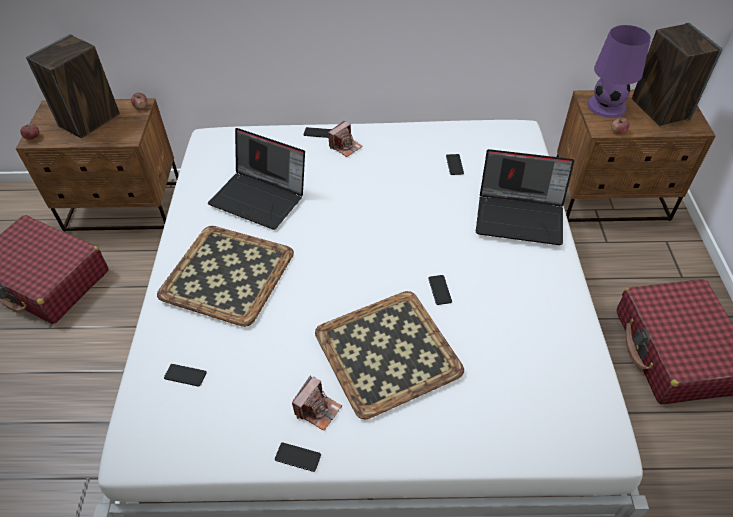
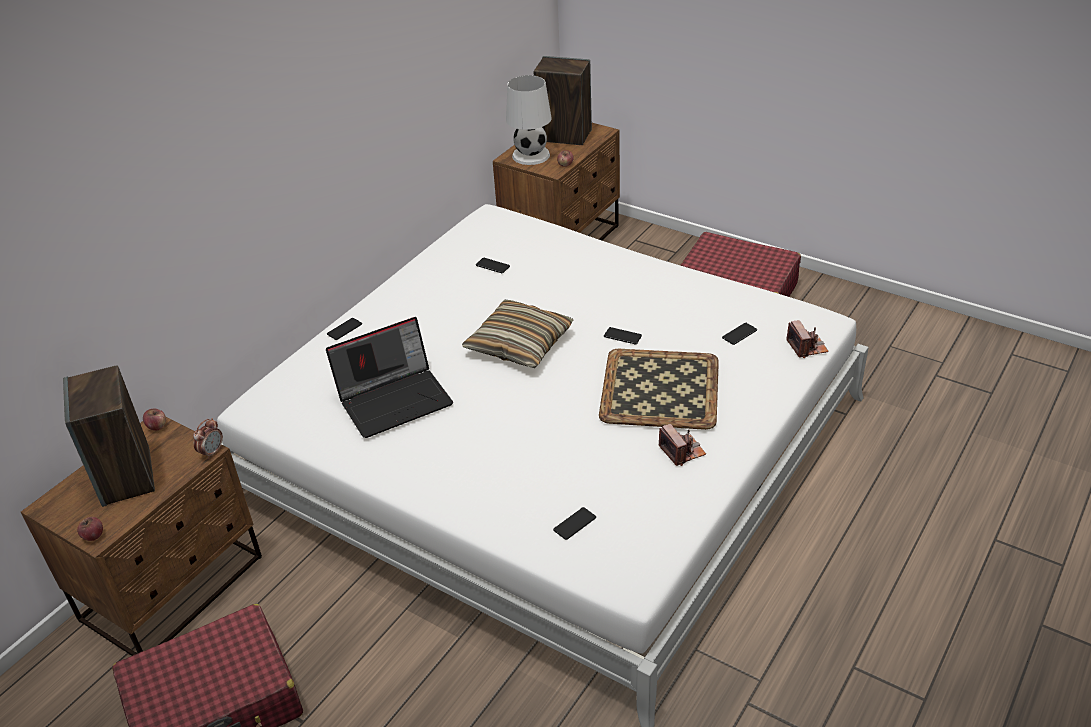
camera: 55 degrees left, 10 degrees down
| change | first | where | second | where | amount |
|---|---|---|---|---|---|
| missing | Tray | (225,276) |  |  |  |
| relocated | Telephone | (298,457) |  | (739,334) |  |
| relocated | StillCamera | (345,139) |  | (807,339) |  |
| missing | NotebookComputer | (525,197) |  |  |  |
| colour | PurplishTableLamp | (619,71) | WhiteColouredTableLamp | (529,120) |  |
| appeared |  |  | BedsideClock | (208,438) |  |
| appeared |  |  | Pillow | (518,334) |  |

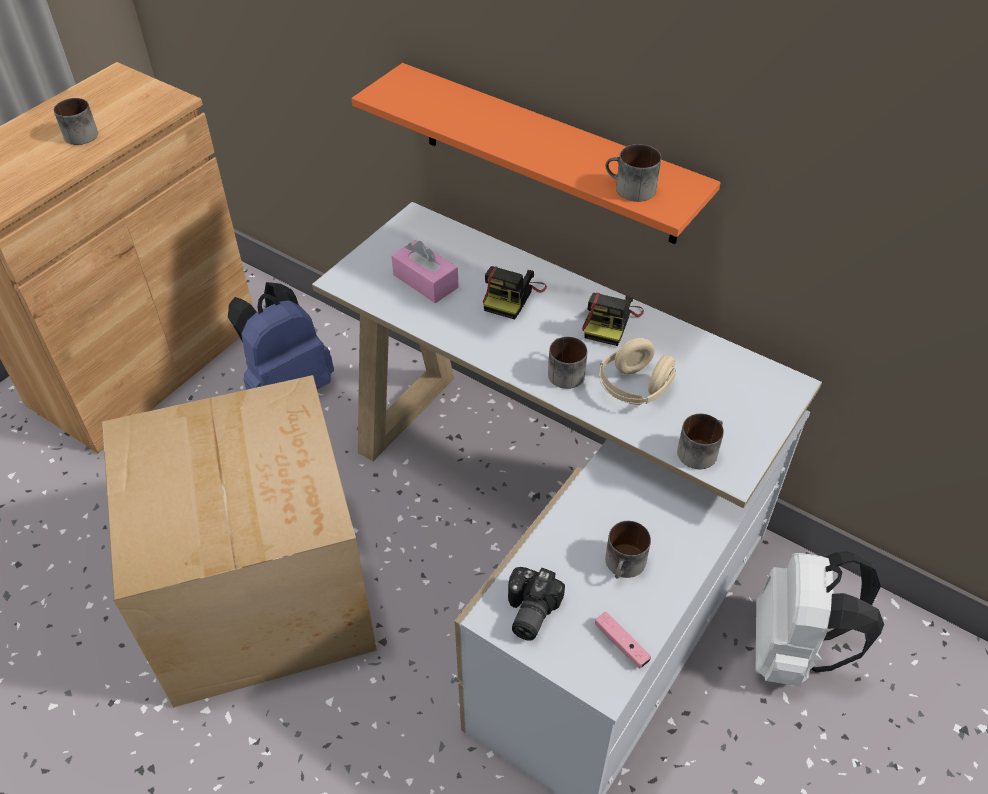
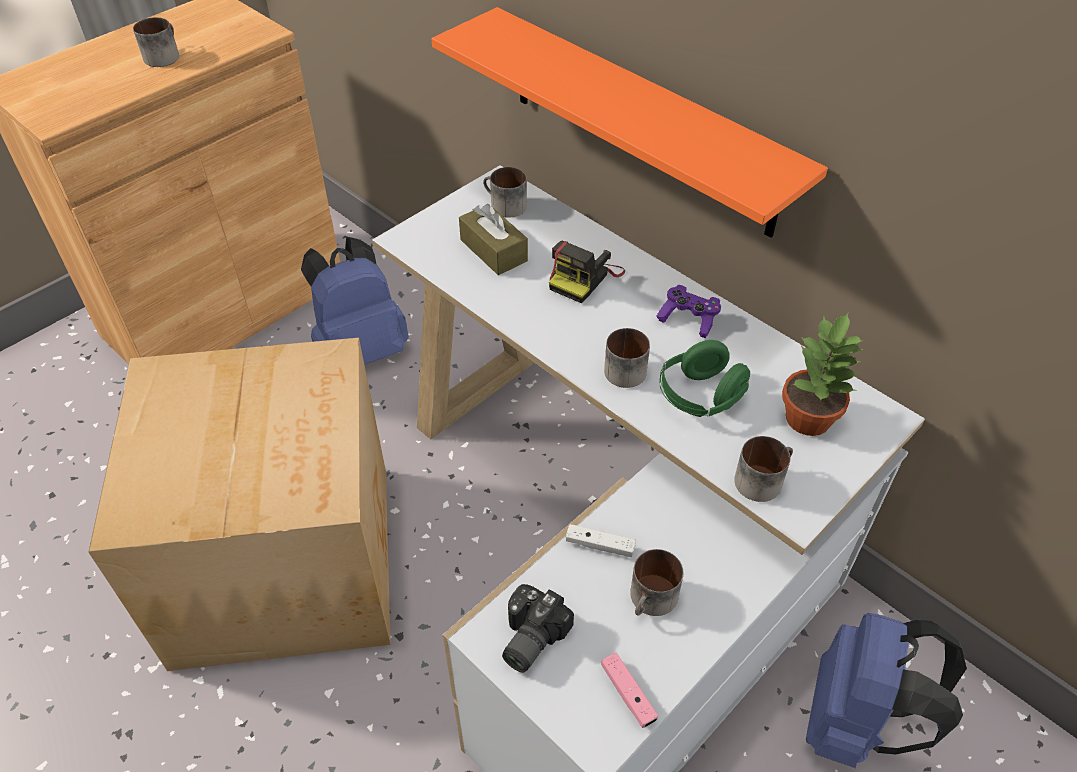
camera: 10 degrees right, 0 degrees up
| change | first | where | second | where | amount |
|---|---|---|---|---|---|
| colour | PinkColouredTissueHolder | (425,271) | BrownishTissueHolder | (493,239) |  |
| exchanged | StillCamera | (613,319) | PurplishGameController | (688,311) |  |
| colour | BeigeColouredHeadset | (637,371) | GreenColouredHeadset | (704,378) |  |
| relocated | CoffeeMug | (633,173) |  | (505,192) |  |
| colour | WhiteColouredKnapsack | (820,619) | BluishKnapsack | (886,690) |  |
| appeared |  |  | WhiteColouredGameController | (601,540) |  |
| appeared |  |  | Houseplant | (823,374) |  |

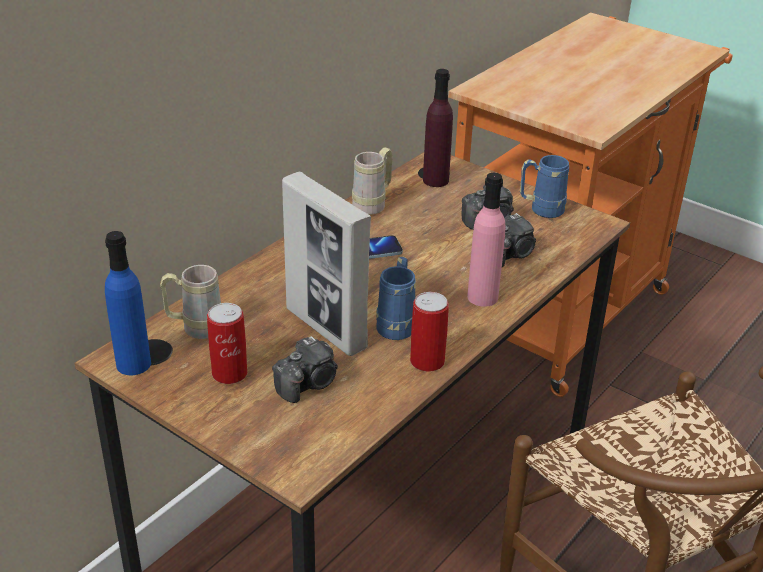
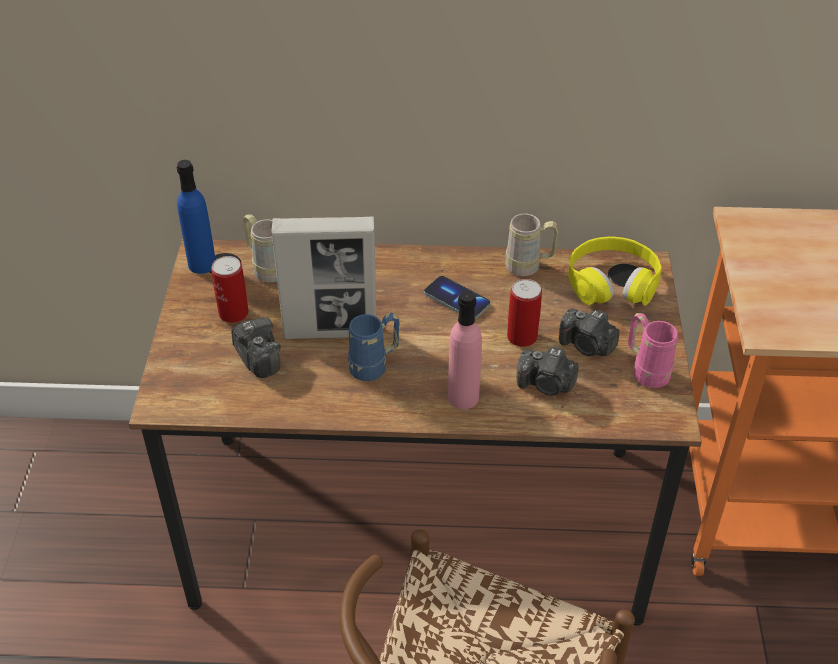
camera: 55 degrees right, 10 degrees up
| change | first | where | second | where | amount |
|---|---|---|---|---|---|
| spun | StillCamera | (305,369) |  | (256,347) | 135 degrees counterclockwise |
| spun | PictureFrame | (326,264) |  | (323,277) | 105 degrees counterclockwise |
| relocated | MetalCan | (429,332) |  | (524,313) |  |
| exchanged | PurplishBeverageBottle | (438,128) | YellowColouredHeadset | (615,271) |  |
| colour | BluishCoffeeMug | (544,186) | PinkColouredCoffeeMug | (653,350) |  |

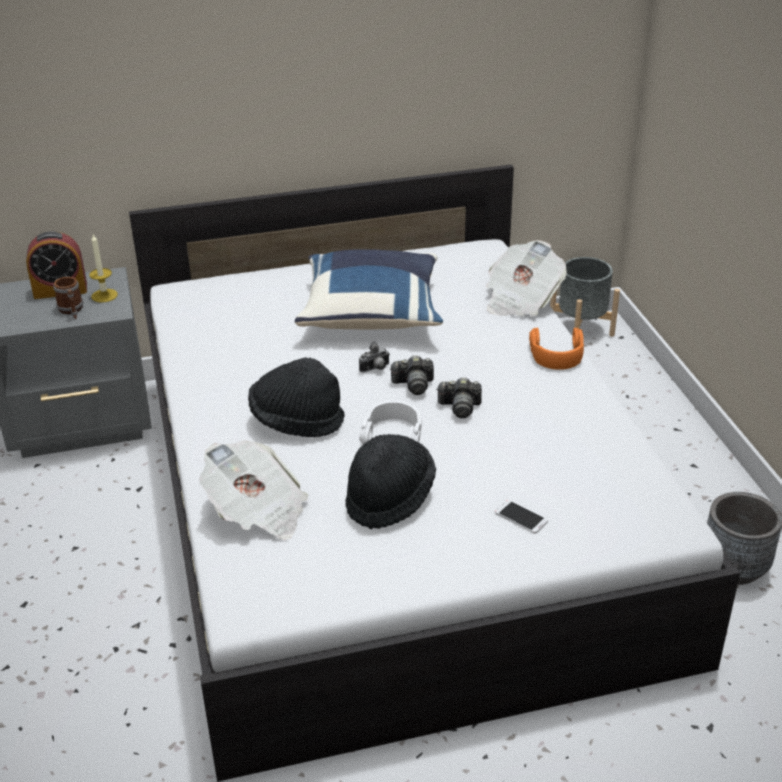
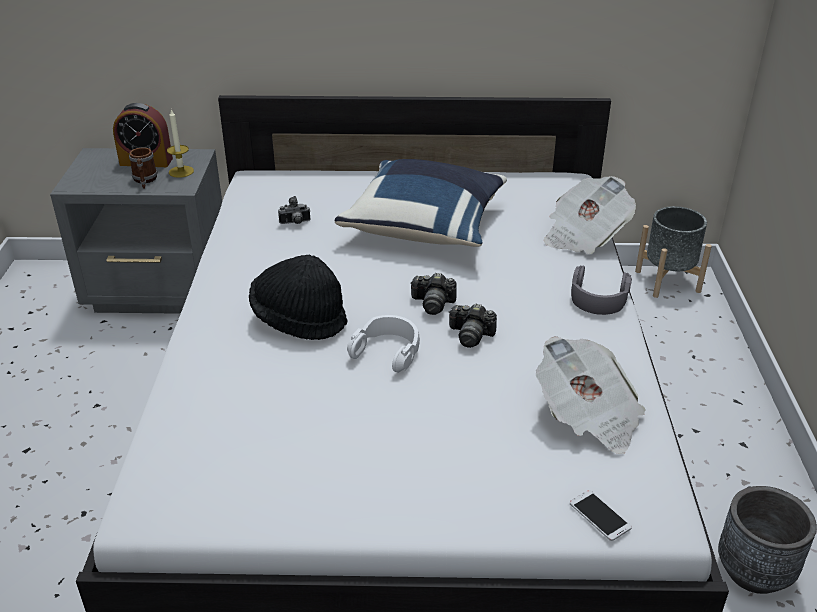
camera: 15 degrees right, 0 degrees up
| change | first | where | second | where | amount |
|---|---|---|---|---|---|
| relocated | PrintedPaper | (253,490) |  | (591,395) |  |
| missing | BlackHat | (390,481) |  |  |  |
| relocated | StillCamera | (374,356) |  | (294,210) |  |
| relocated | Telephone | (521,516) |  | (601,515) |  |
| colour | OrangeyHeadset | (556,349) | GreyHeadset | (601,290) |  |

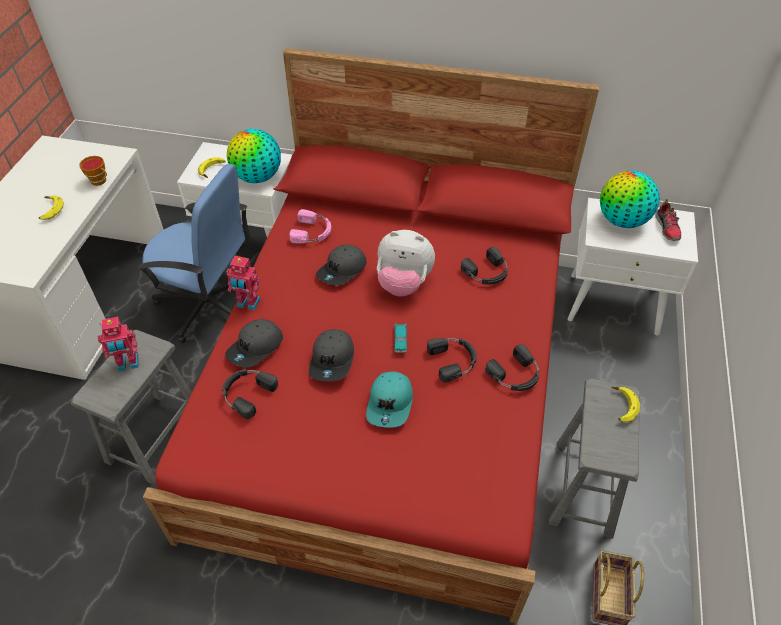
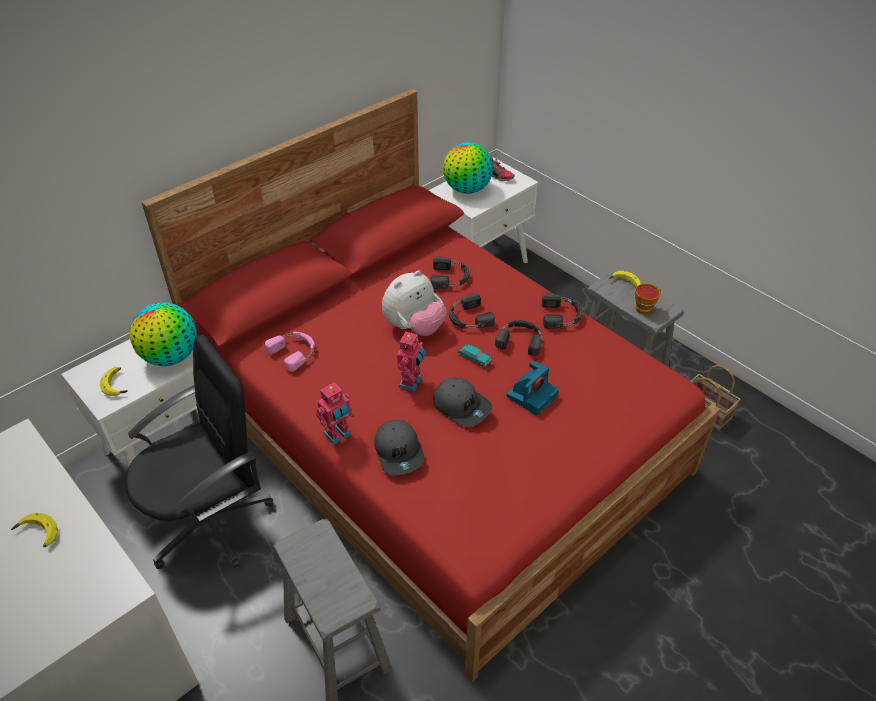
camera: 55 degrees left, 5 degrees down
| change | first | where | second | where | amount |
|---|---|---|---|---|---|
| relocated | Cup | (93,171) |  | (648,298) |  |
| relocated | ModelRobot | (118,344) |  | (411,361) |  |
| colour | BluishComputerChair | (194,253) | BlackComputerChair | (199,452) |  |
| relocated | BlackHeadset | (250,394) |  | (472,311) |  |
| missing | GreyCap | (341,265) |  |  |  |
| exchanged | BlueGreenCap | (389,399) | StillCamera | (533,388) |  |

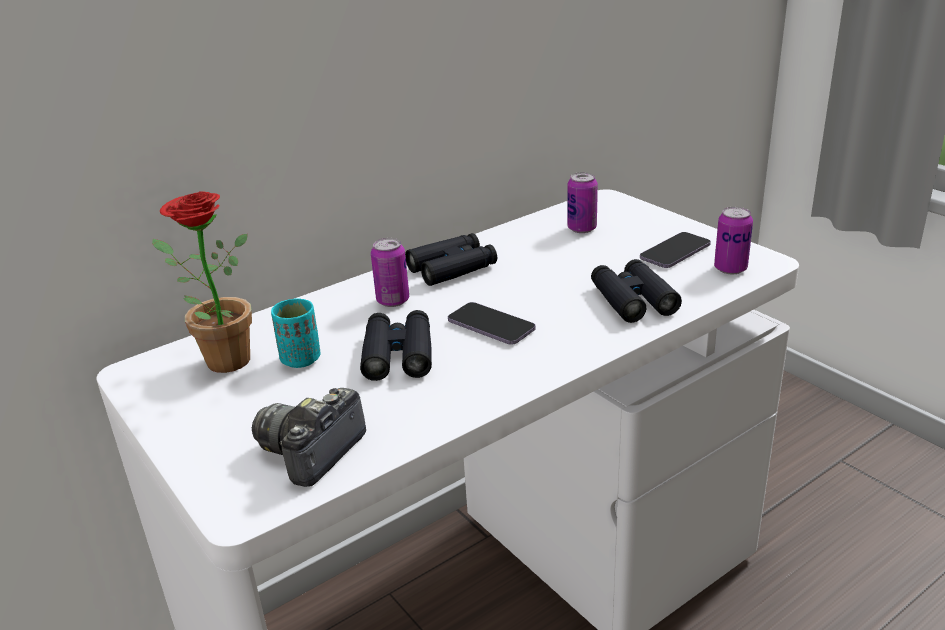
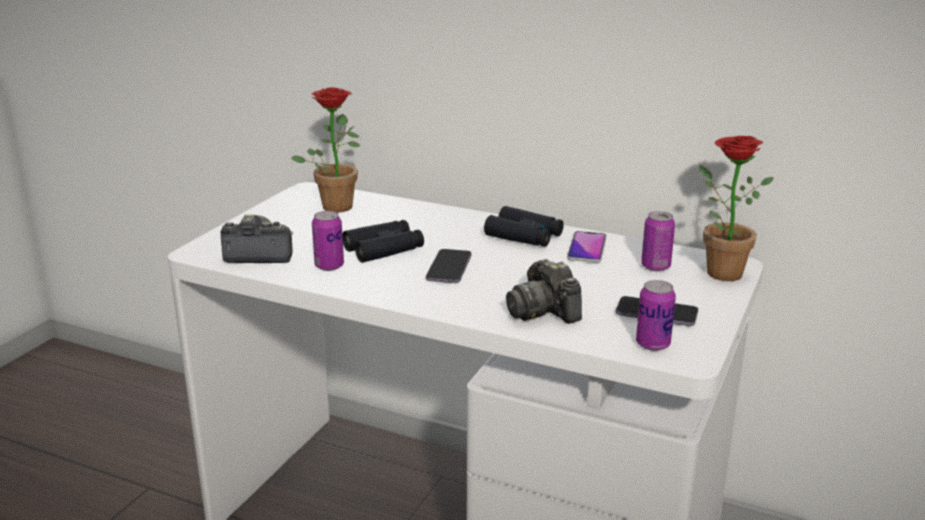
camera: 60 degrees right, 5 degrees down
| change | first | where | second | where | amount |
|---|---|---|---|---|---|
| missing | BlueGreenCup | (296,333) |  |  |  |
| relocated | MetalCan | (390,272) |  | (328,241) |  |
| exchanged | BlackPairOfBinoculars | (636,291) | StillCamera | (544,291) |  |
| appeared |  |  | Telephone | (586,247) |  |
| appeared |  |  | Houseplant | (736,208) |  |

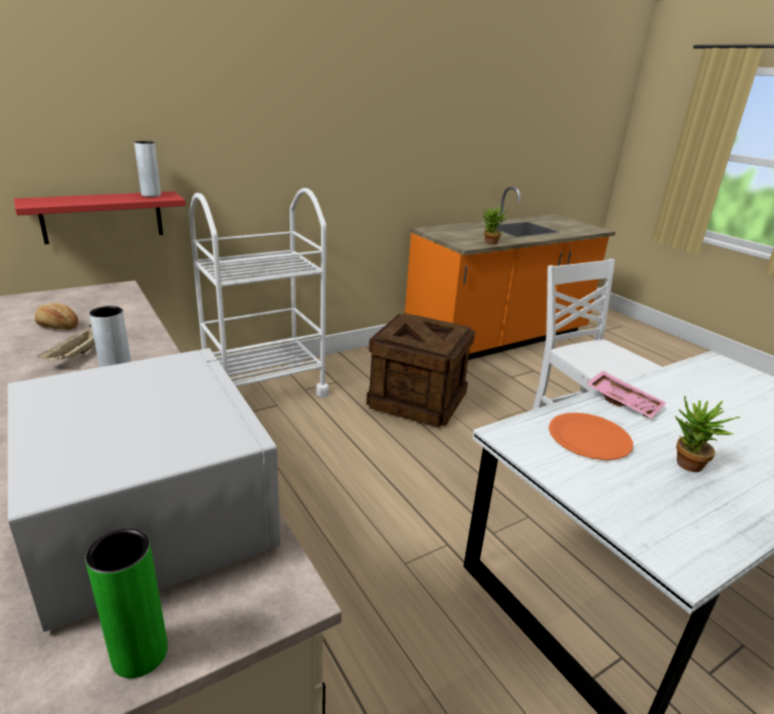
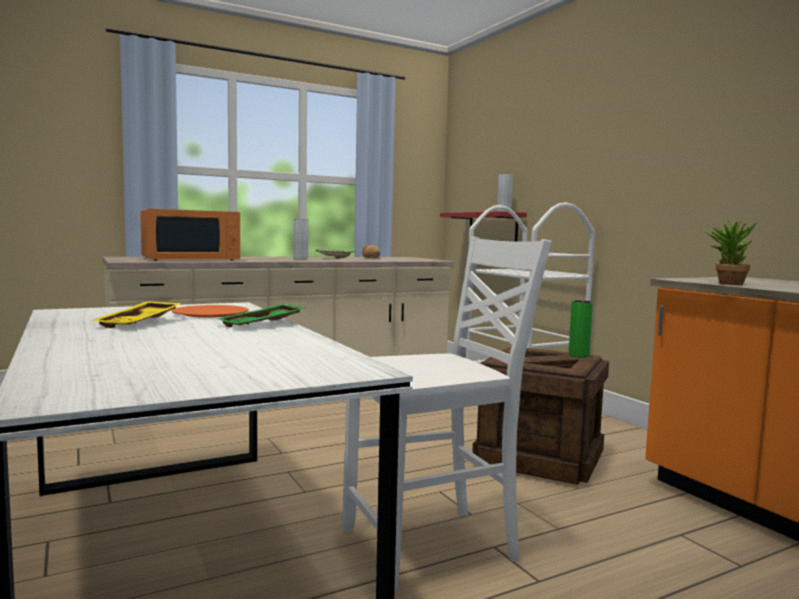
camera: 95 degrees right, 20 degrees down
| change | first | where | second | where | amount |
|---|---|---|---|---|---|
| colour | WhiteColouredKitchenMicrowave | (144,490) | OrangeyKitchenMicrowave | (190,235) |  |
| relocated | GreenColouredVase | (126,603) |  | (581,329) |  |
| colour | PinkColouredTray | (626,394) | GreenColouredTray | (262,315) |  |
| exchanged | Houseplant | (707,434) | YellowColouredTray | (136,314) |  |

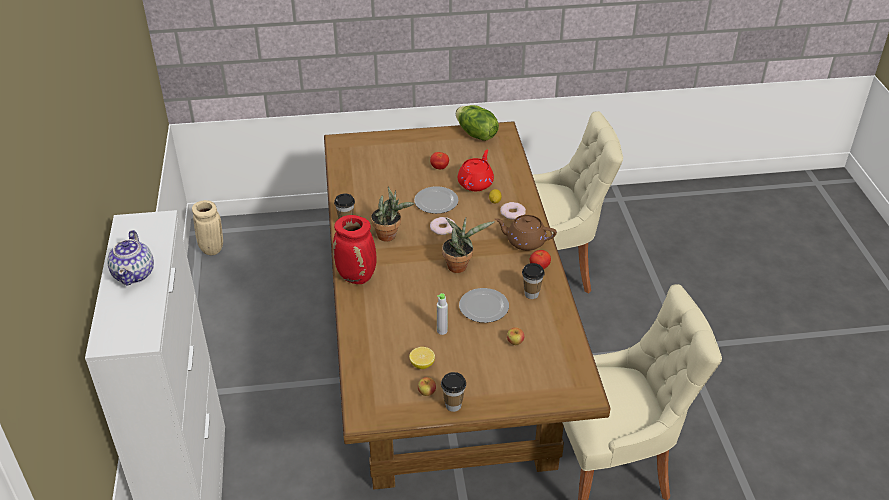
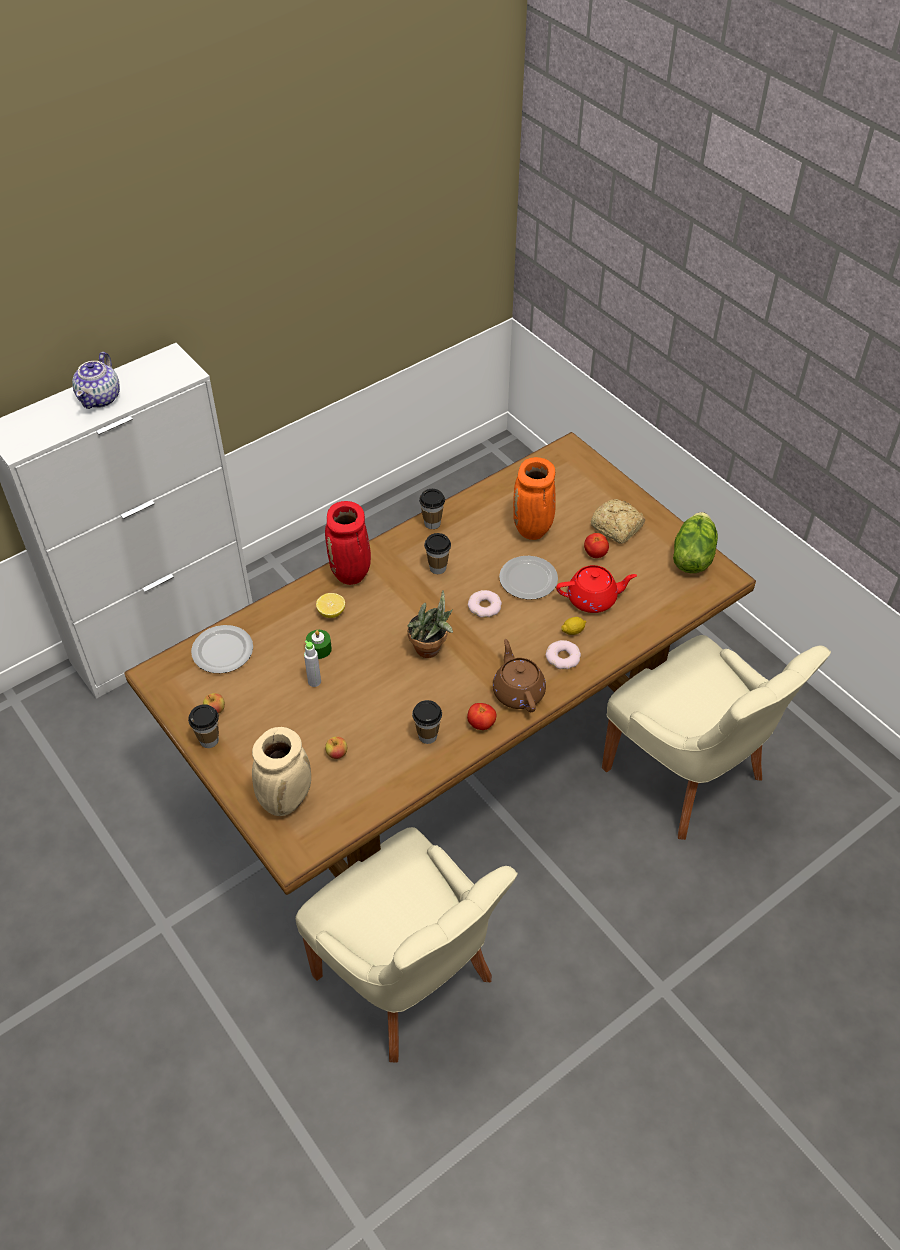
camera: 60 degrees right, 10 degrees up
| change | first | where | second | where | amount |
|---|---|---|---|---|---|
| spun | PotForTea | (130,258) |  | (96,380) | 45 degrees counterclockwise |
| relocated | BeigeColouredVase | (207,227) |  | (281,771) |  |
| exchanged | Houseplant | (393,214) | Cup | (437,553) |  |
| relocated | Lemon | (422,358) |  | (330,605) |  |
| relocated | FlatDish | (484,305) |  | (222,649) |  |
| appeared |  |  | GreenColouredWaxLight | (319,644) |  |
| appeared |  |  | OrangeyVase | (534,498) |  |
| appeared |  |  | BakedBread | (618,521) |  |

